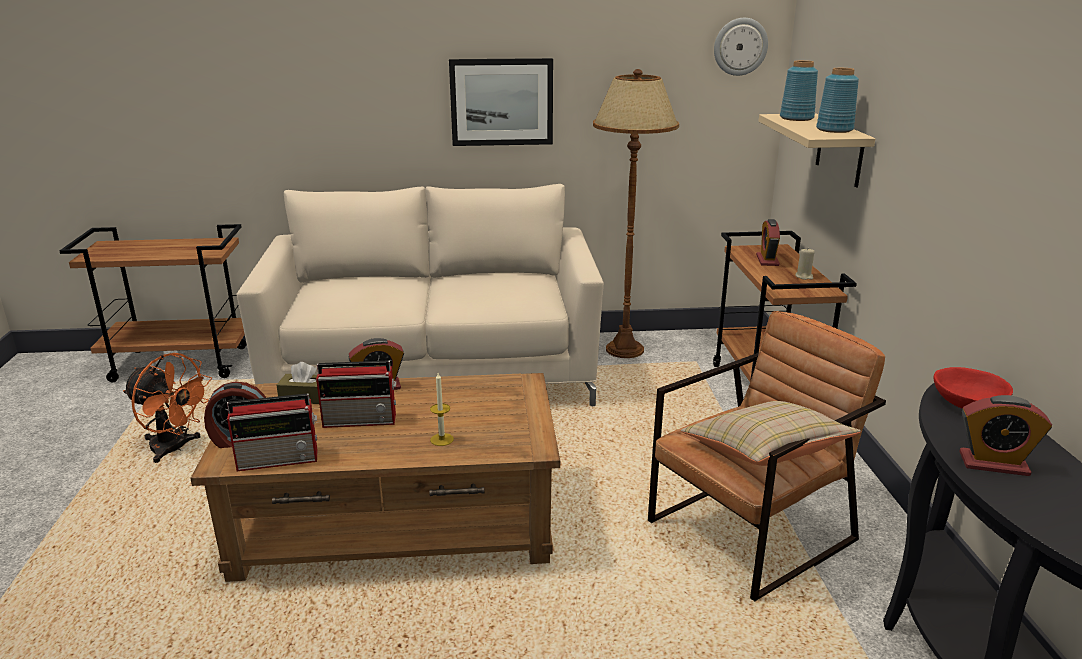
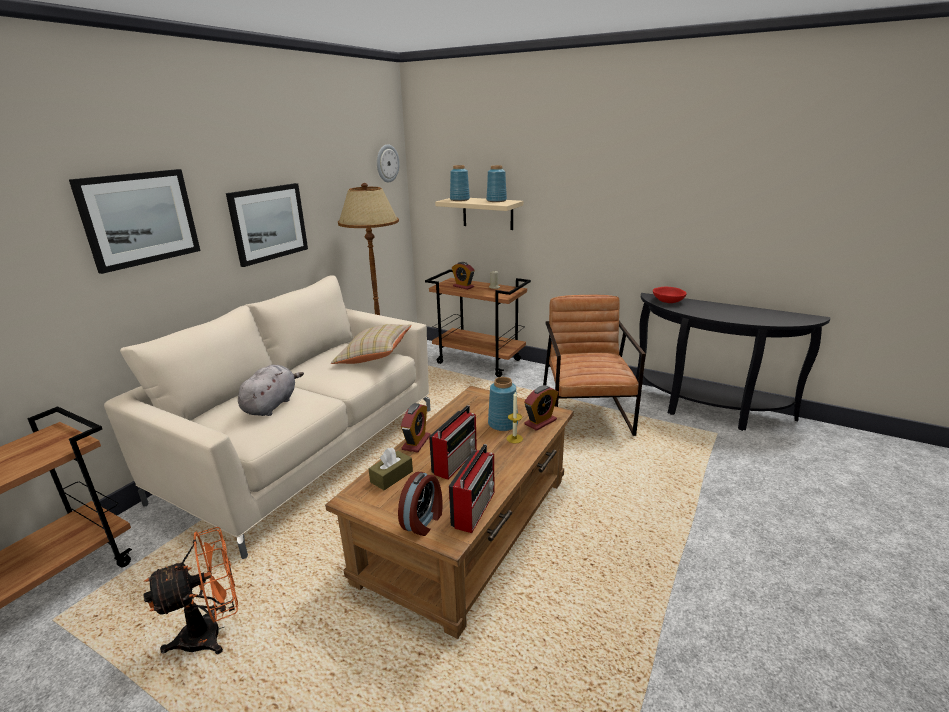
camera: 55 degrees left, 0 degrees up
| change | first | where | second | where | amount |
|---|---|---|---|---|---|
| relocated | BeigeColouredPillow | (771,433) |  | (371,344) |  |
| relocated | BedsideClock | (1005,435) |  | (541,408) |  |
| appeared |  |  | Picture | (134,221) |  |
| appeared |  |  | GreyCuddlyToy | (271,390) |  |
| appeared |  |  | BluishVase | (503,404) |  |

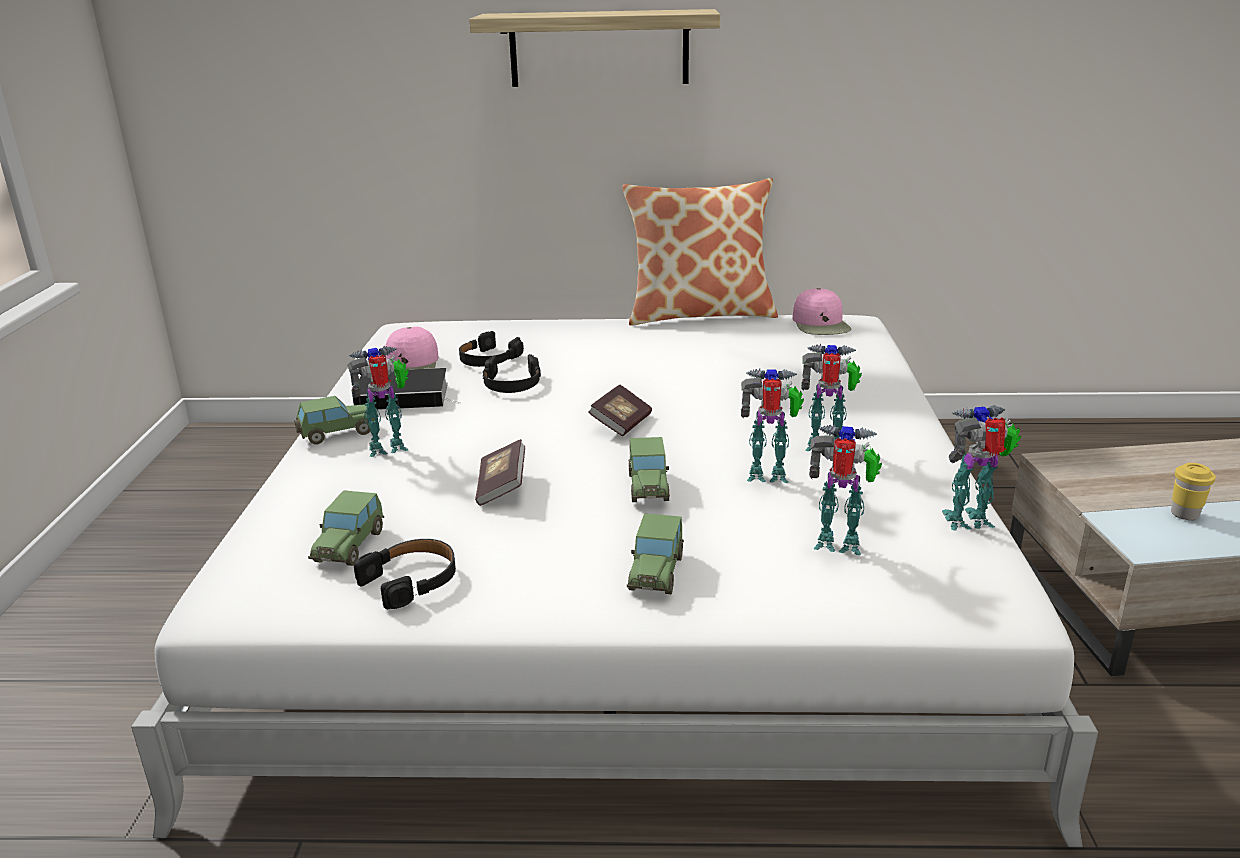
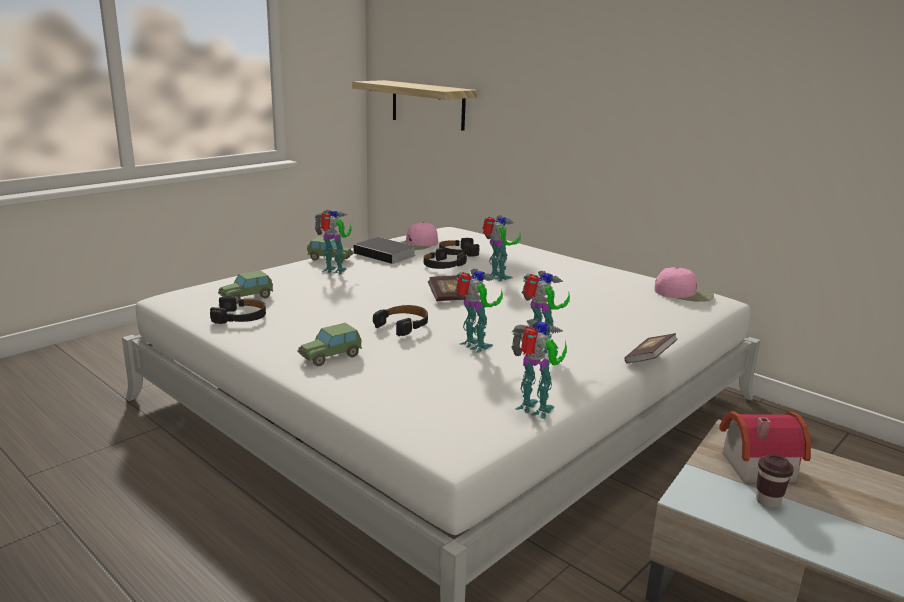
camera: 40 degrees right, 5 degrees down
| change | first | where | second | where | amount |
|---|---|---|---|---|---|
| relocated | BracketShelf | (594,48) |  | (414,105) |  |
| relocated | Volume | (500,472) |  | (651,348) |  |
| missing | Pillow | (700,252) |  |  |  |
| exchanged | MiniatureCar | (649,469) | BlackHeadset | (400,320) |  |
| spun | PinkColouredCap | (822,311) |  | (684,284) | 105 degrees counterclockwise |
| relocated | ModelRobot | (845,489) |  | (502,248) |  |
| colour | YellowColouredCup | (1193,491) | BrownishCup | (775,481) |  |
| appeared |  |  | MiniatureHouse | (765,447) |  |

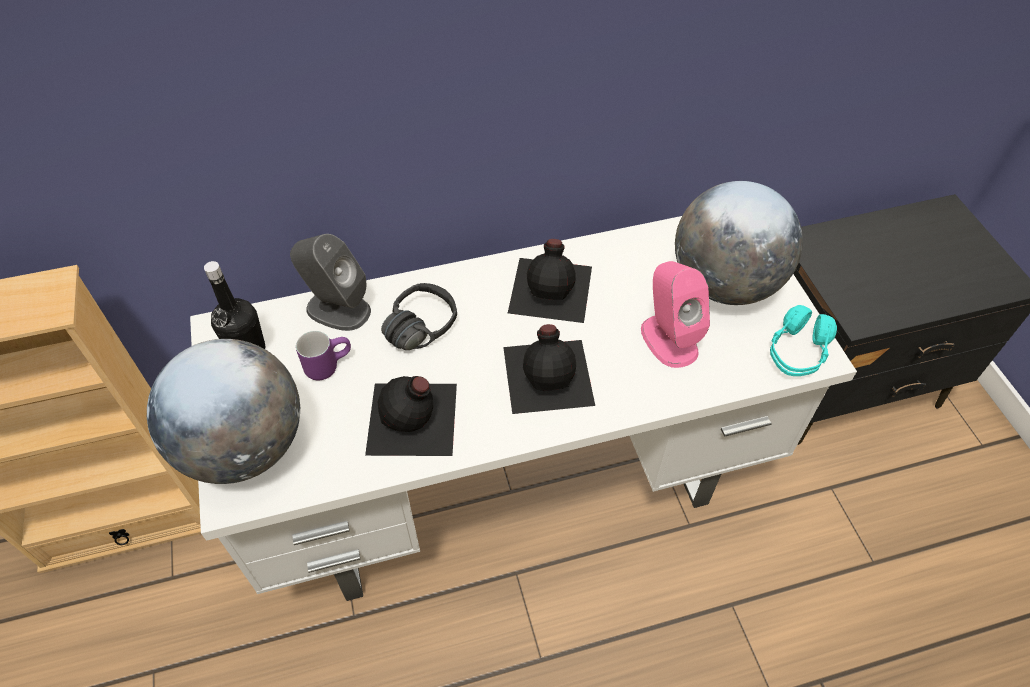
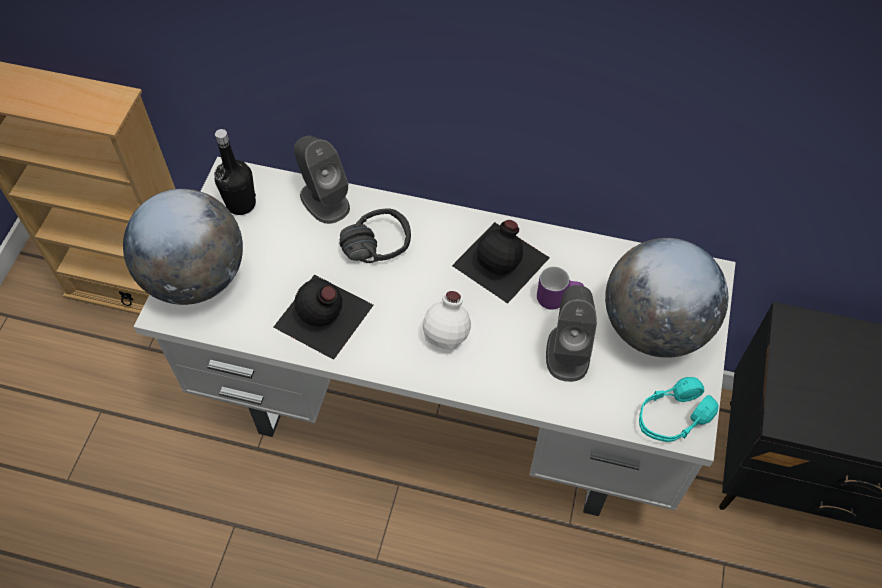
camera: 30 degrees right, 5 degrees up
| change | first | where | second | where | amount |
|---|---|---|---|---|---|
| relocated | PurplishCoffeeMug | (323,355) |  | (560,288) |  |
| colour | BlackBeverageBottle | (549,369) | WhiteColouredBeverageBottle | (447,333) |  |
| colour | PinkColouredSpeaker | (675,314) | GreySpeaker | (571,333) |  |

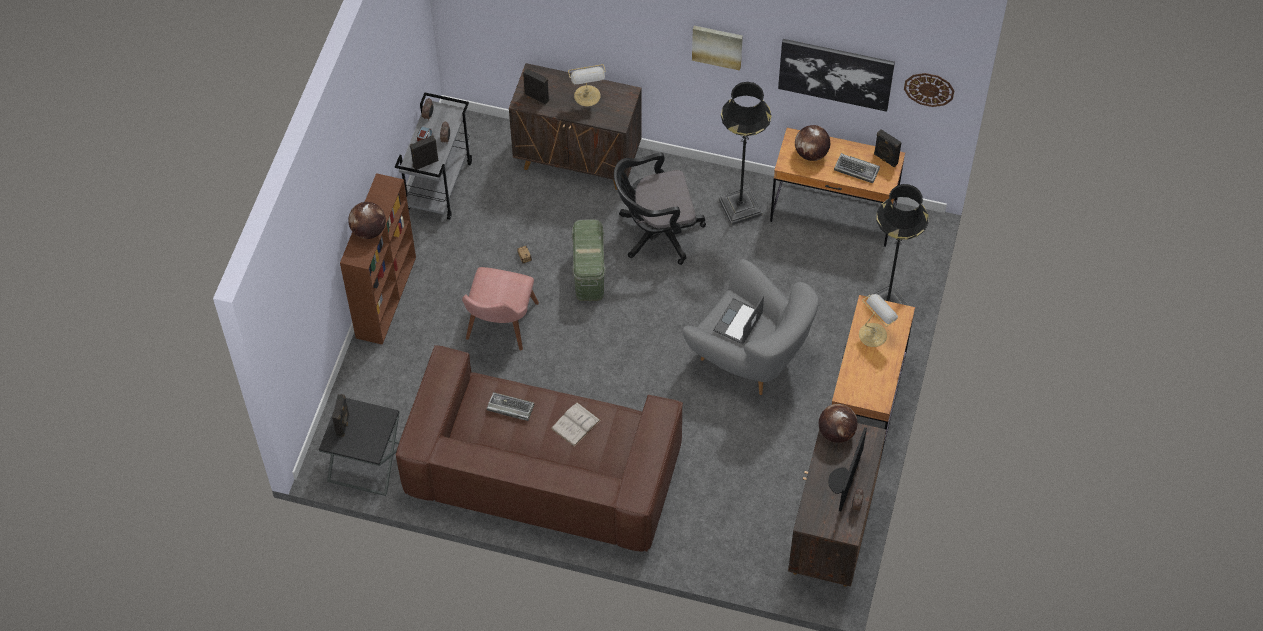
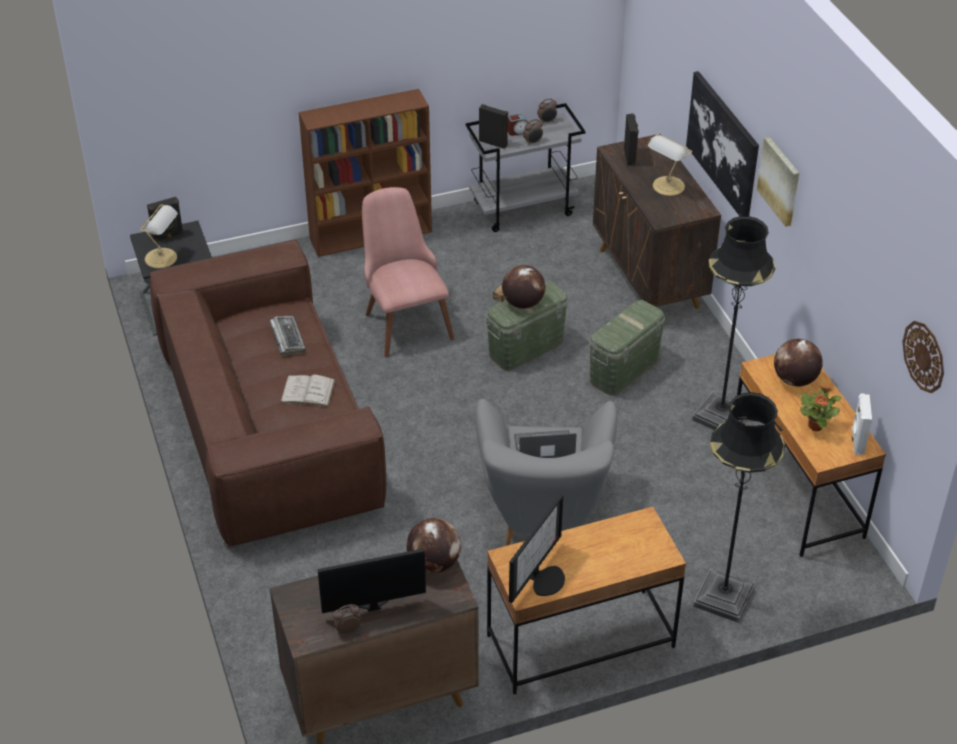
camera: 55 degrees right, 15 degrees down
| change | first | where | second | where | amount |
|---|---|---|---|---|---|
| relocated | WorldGlobe | (367,220) |  | (524,287) |  |
| spun | PinkColouredUprightChair | (500,308) |  | (408,272) | 90 degrees clockwise |
| exchanged | BlackComputerChair | (660,208) | GreenColouredStorageBox | (627,348) |  |
| relocated | Picture | (836,75) |  | (722,143) |  |
| exchanged | Keyboard | (857,168) | Houseplant | (821,408) |  |
| relocated | TableLamp | (878,320) |  | (159,236) |  |
| colour | BlackSpeaker | (888,148) | WhiteColouredSpeaker | (862,424) |  |
| appeared |  |  | ComputerScreen | (537,548) |  |

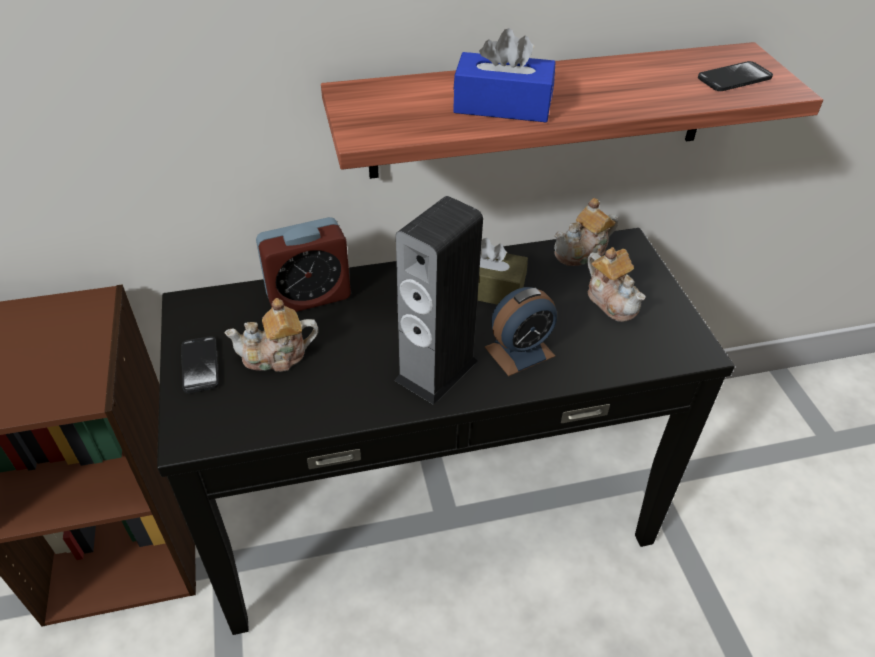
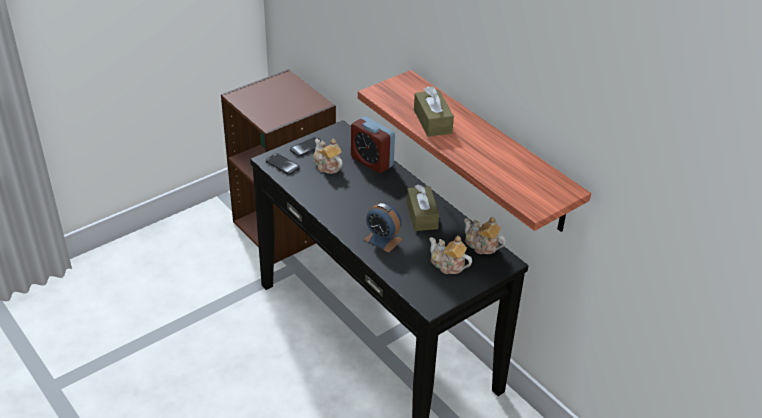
camera: 65 degrees right, 5 degrees down
| change | first | where | second | where | amount |
|---|---|---|---|---|---|
| missing | Speaker | (438,300) |  |  |  |
| colour | BluishTissueHolder | (504,75) | BrownishTissueHolder | (434,111) |  |
| spun | PotForTea | (616,284) |  | (450,255) | 90 degrees clockwise |
| relocated | Telephone | (735,76) |  | (283,164) |  |

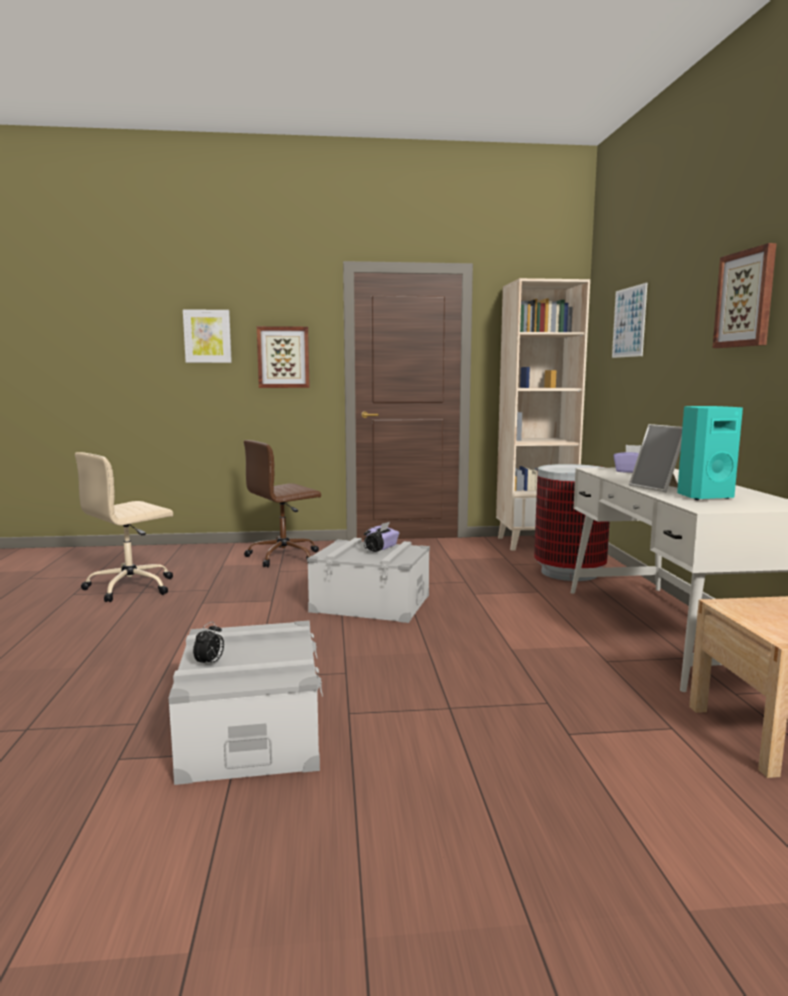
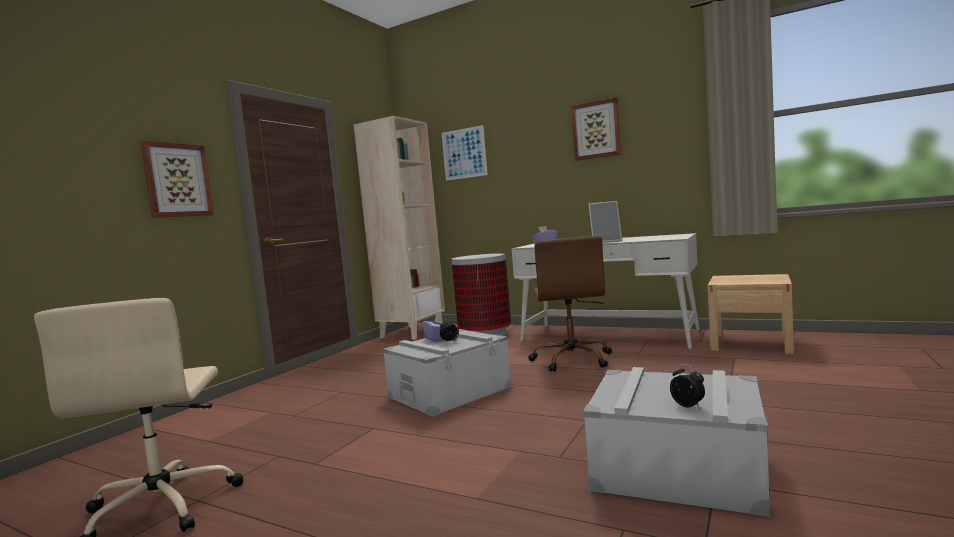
camera: 55 degrees left, 5 degrees down
| change | first | where | second | where | amount |
|---|---|---|---|---|---|
| missing | Picture | (207,336) |  |  |  |
| relocated | BrownishComputerChair | (282,503) |  | (570,304) |  |
| missing | BlueGreenSpeaker | (710,453) |  |  |  |

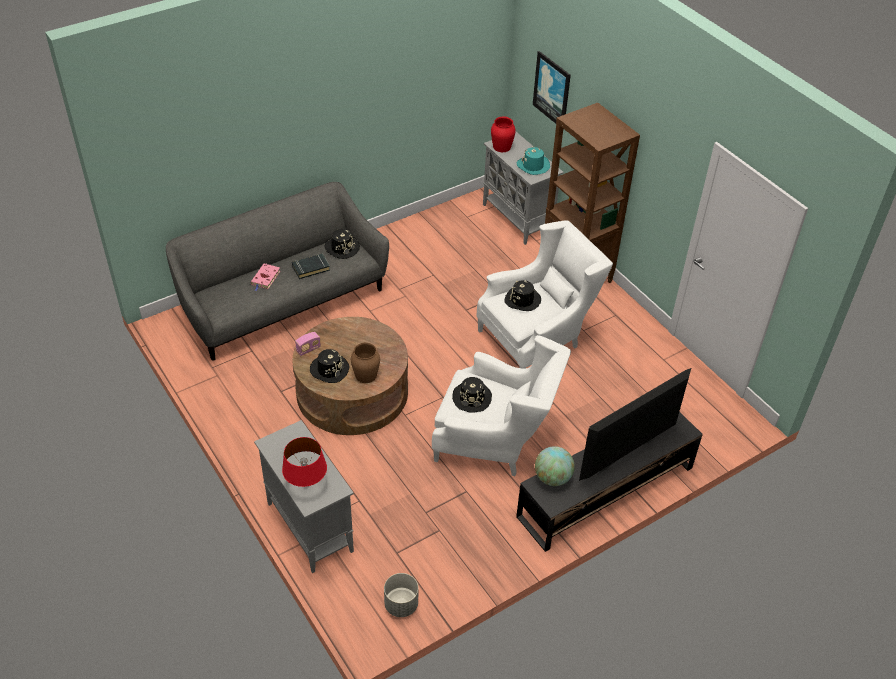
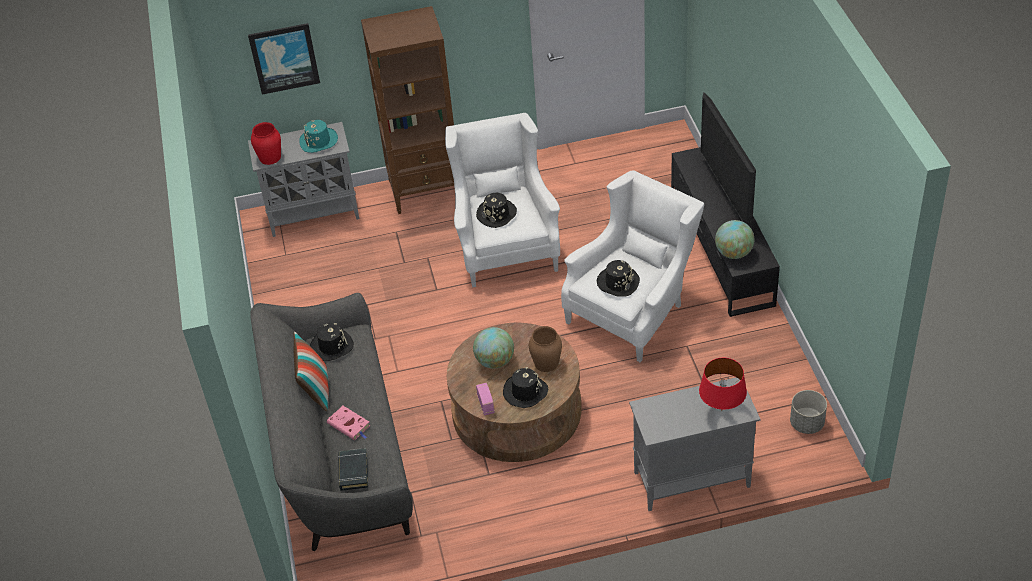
camera: 65 degrees left, 0 degrees up
| change | first | where | second | where | amount |
|---|---|---|---|---|---|
| relocated | BlackVolume | (311,266) |  | (353,469) |  |
| appeared |  |  | Pillow | (311,371) |  |
| appeared |  |  | WorldGlobe | (493,347) |  |

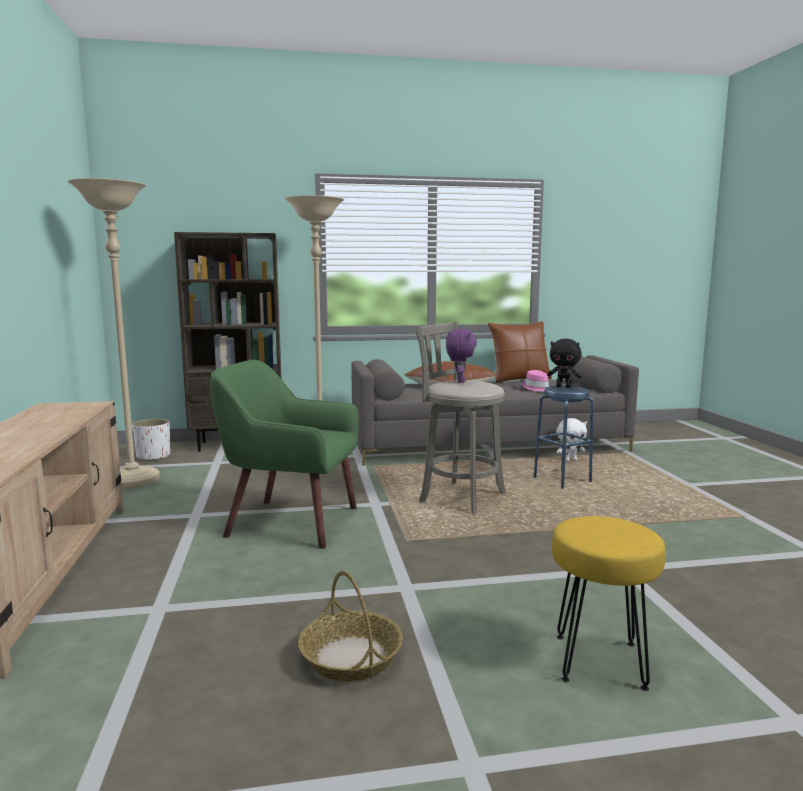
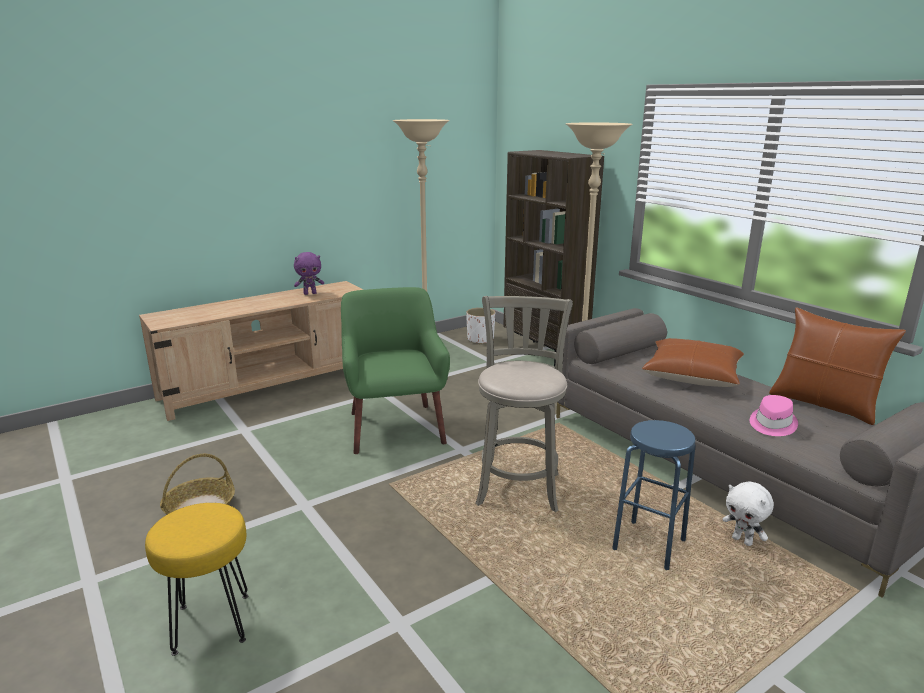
camera: 65 degrees right, 10 degrees up
| change | first | where | second | where | amount |
|---|---|---|---|---|---|
| relocated | PurplishCuddlyToy | (461,356) |  | (309,273) |  |
| missing | BlackCuddlyToy | (564,363) |  |  |  |

